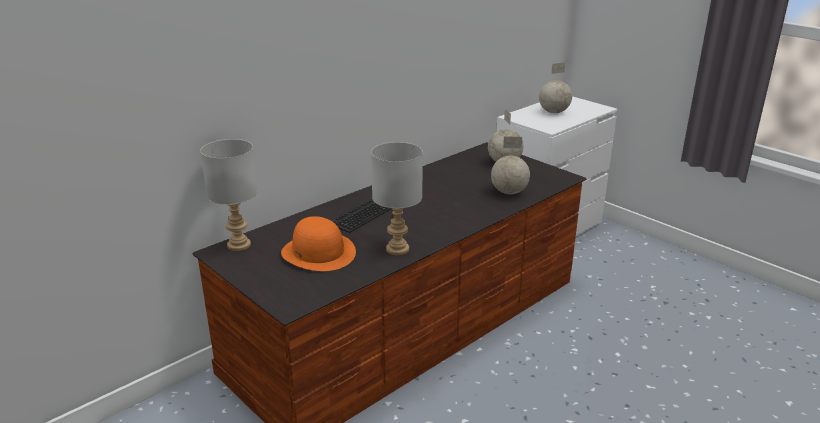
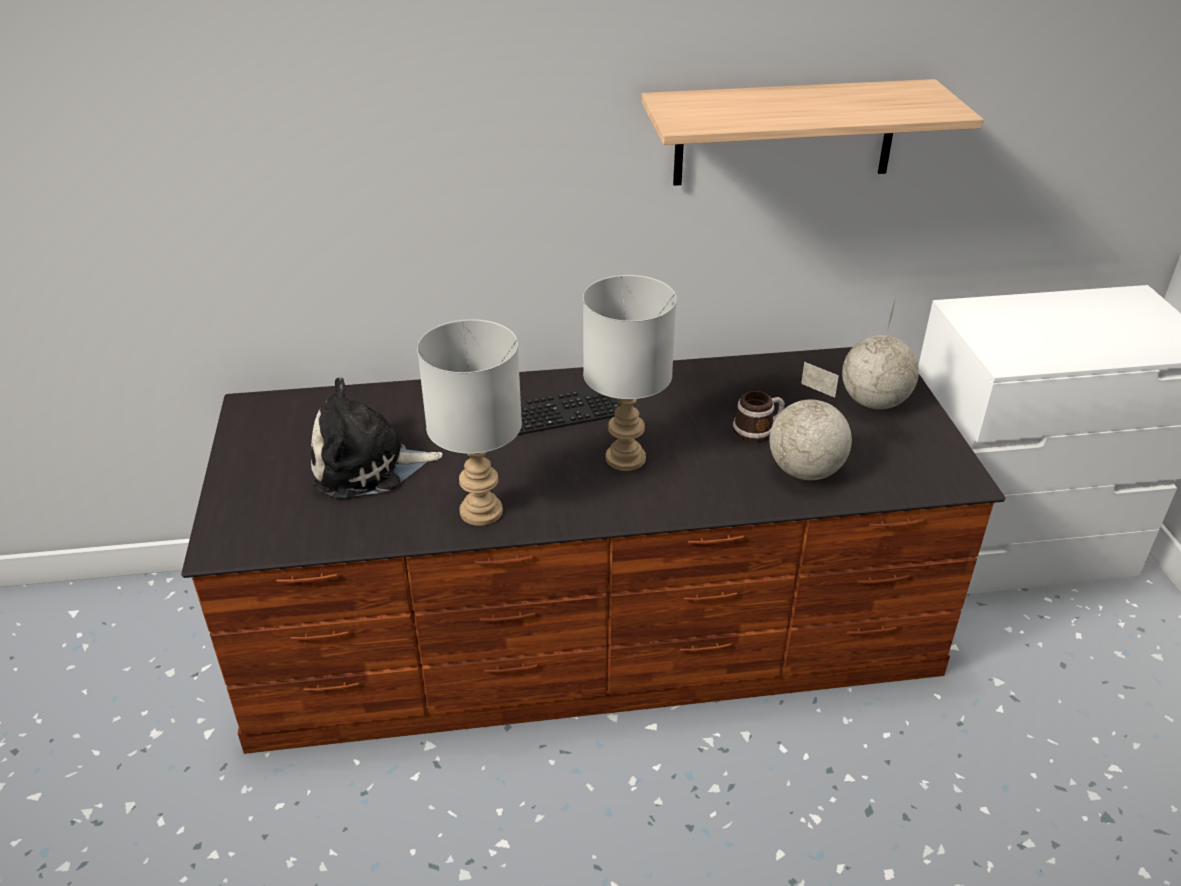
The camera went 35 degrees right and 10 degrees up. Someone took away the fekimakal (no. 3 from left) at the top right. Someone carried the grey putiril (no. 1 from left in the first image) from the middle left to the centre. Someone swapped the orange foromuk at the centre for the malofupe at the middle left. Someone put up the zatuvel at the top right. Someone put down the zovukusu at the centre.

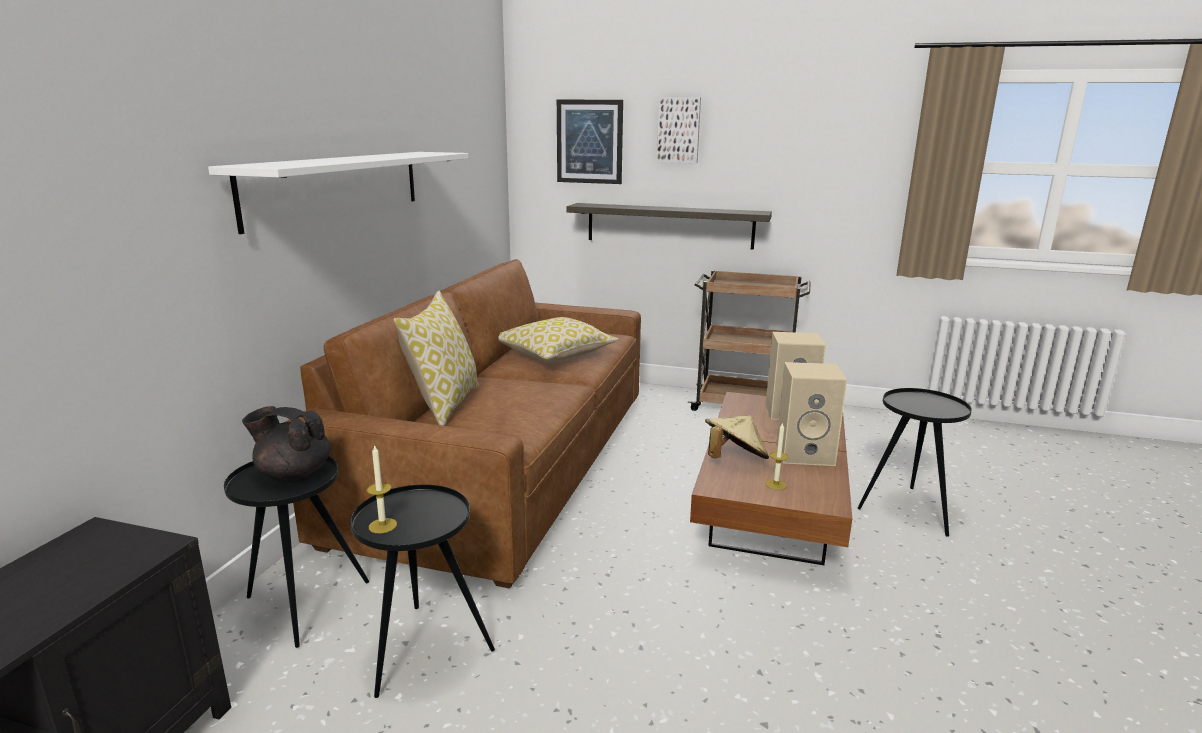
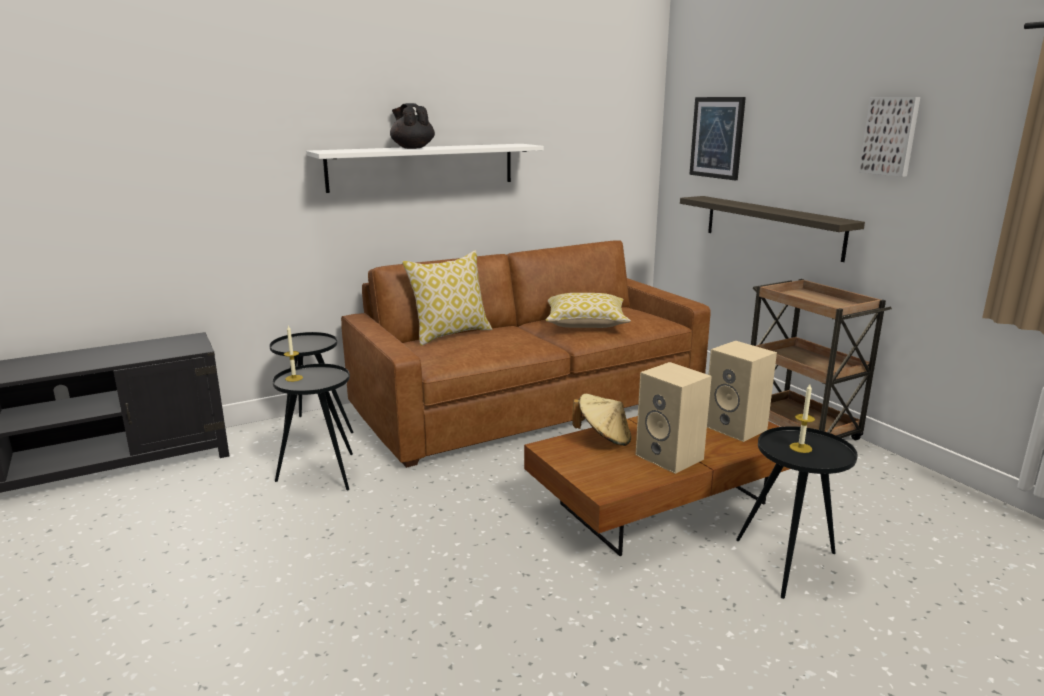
The camera went 45 degrees right and 0 degrees up. Someone carried the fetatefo (no. 2 from left) from the top centre to the top right. Someone carried the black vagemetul from the middle left to the top centre. Someone carried the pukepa (no. 2 from left) from the centre to the middle right.

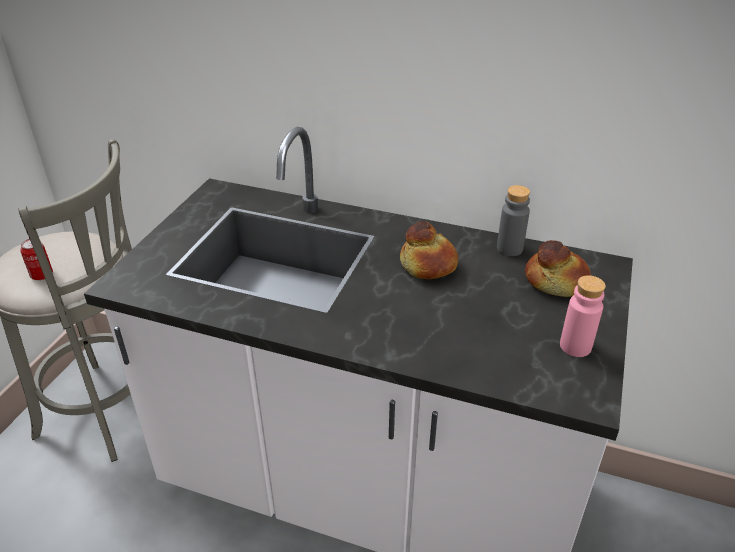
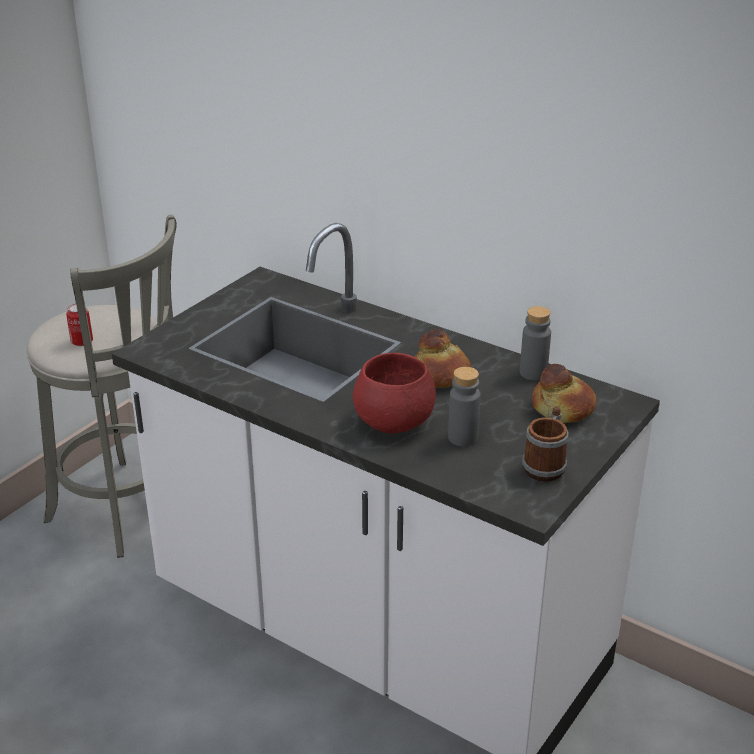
The camera went 15 degrees right and 5 degrees down. Someone swapped the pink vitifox at the middle right for the zovukusu at the middle right. Someone put down the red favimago at the centre. Someone put down the grey vitifox (no. 1 from left) at the centre.

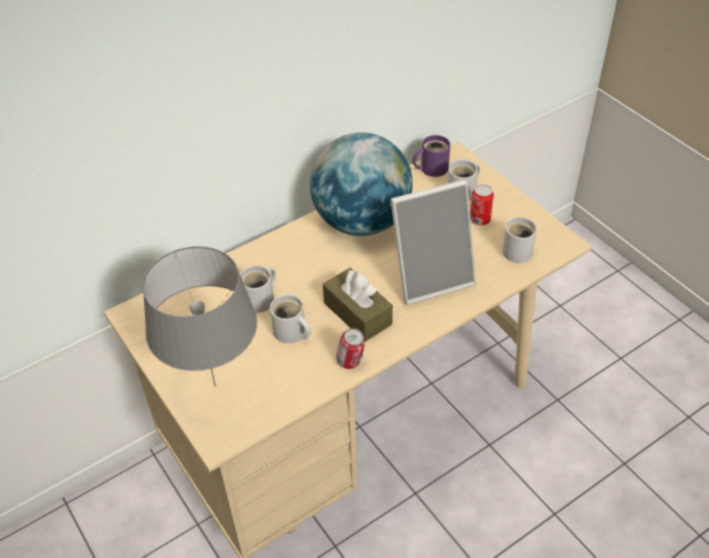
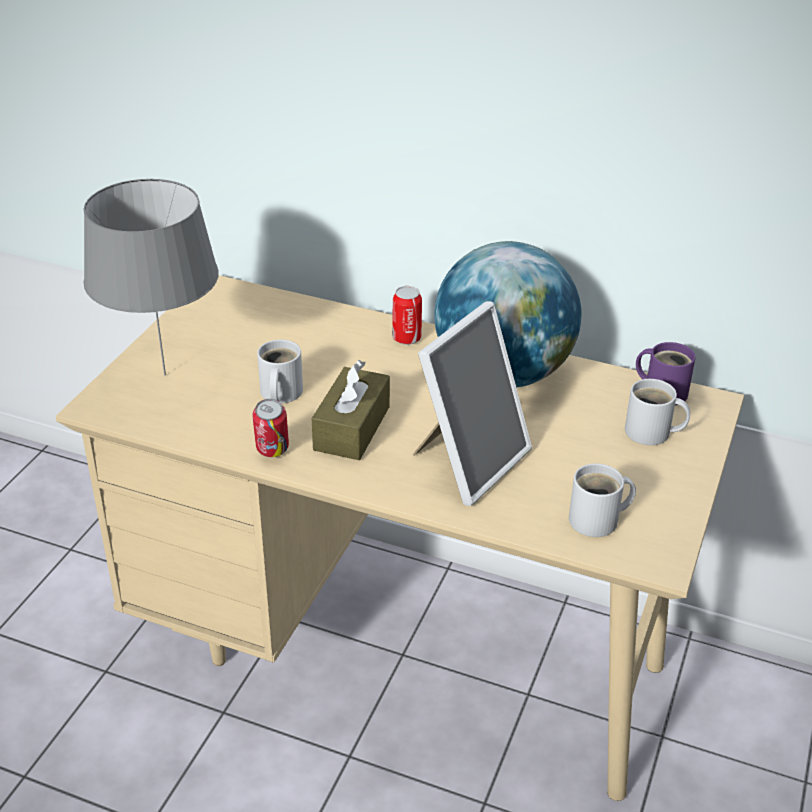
The camera went 55 degrees right and 10 degrees down. Someone rotated the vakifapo at the centre by 90 degrees counterclockwise. Someone carried the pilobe (no. 2 from left) from the middle right to the centre. Someone took away the white zovukusu (no. 1 from left) at the centre.

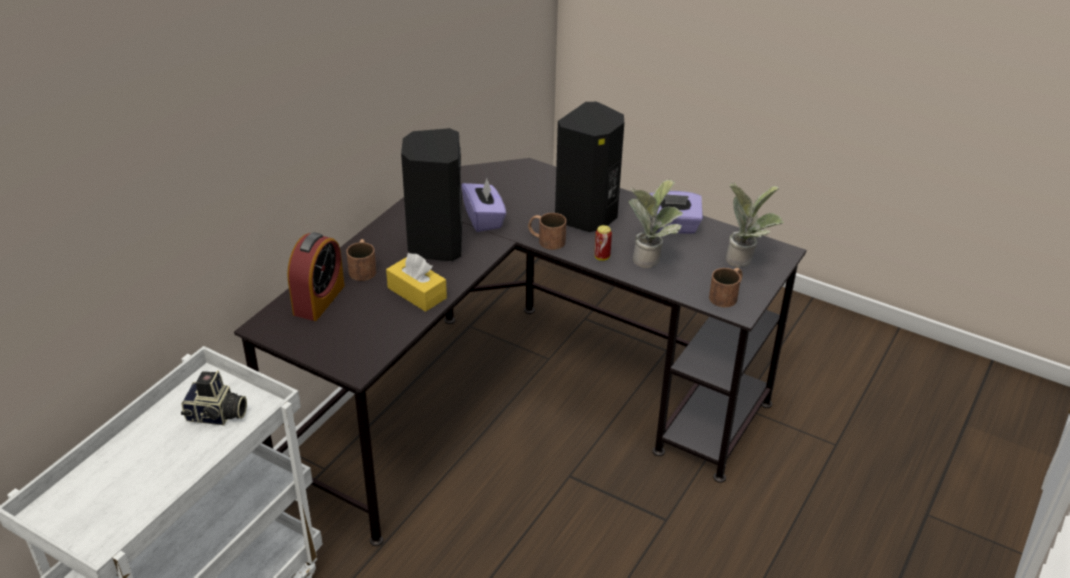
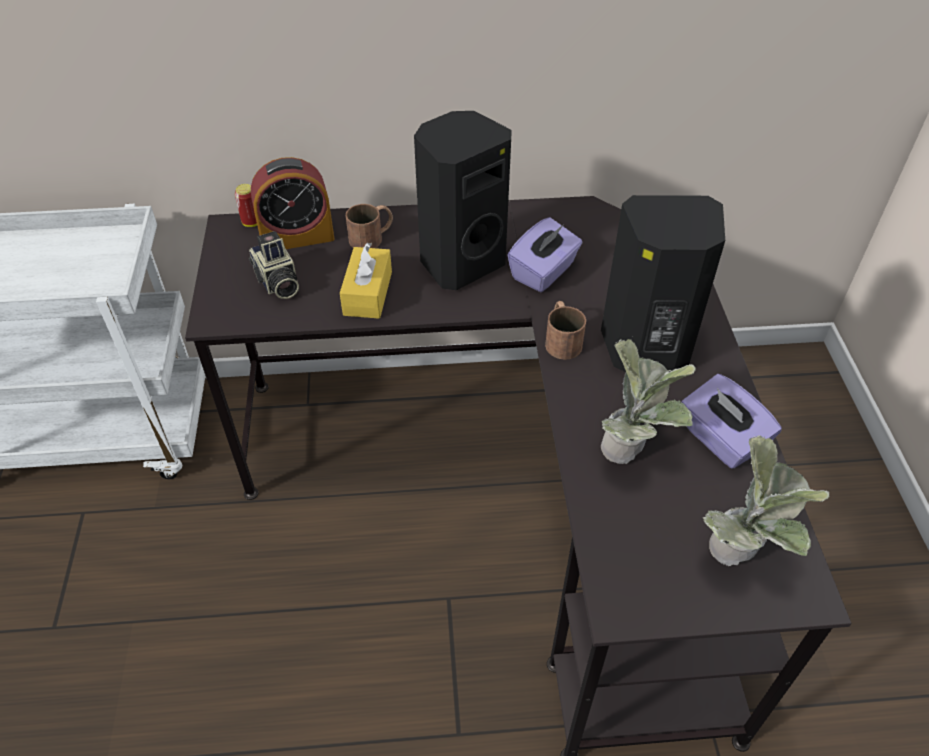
The camera went 55 degrees right and 10 degrees up. Someone carried the pilobe from the centre to the top left. Someone took away the brown zovukusu (no. 3 from left) at the middle right. Someone carried the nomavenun from the bottom left to the middle left.

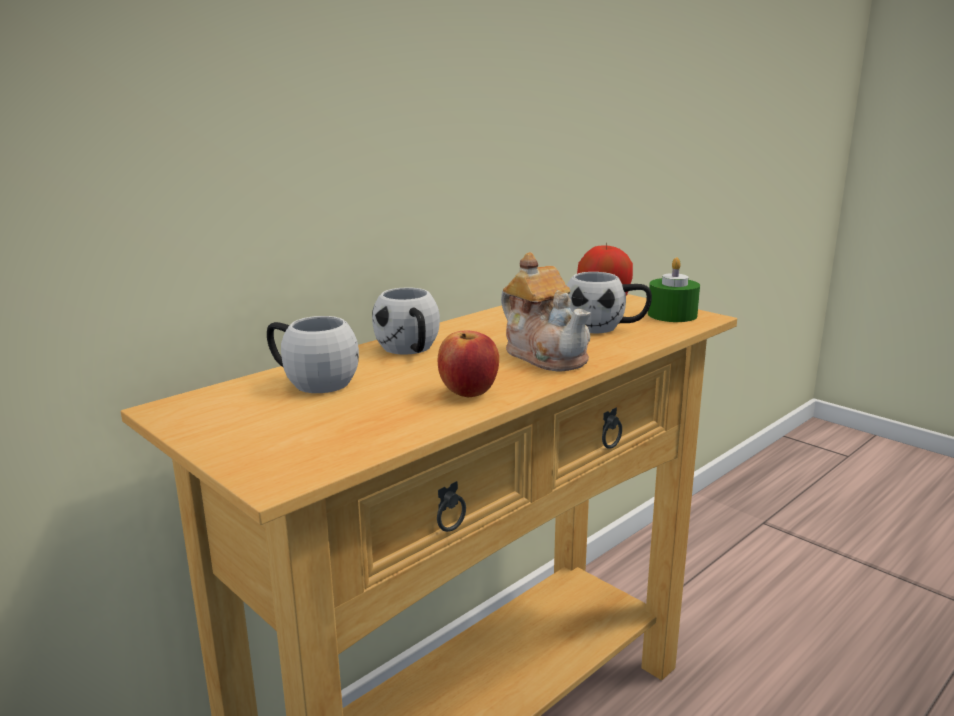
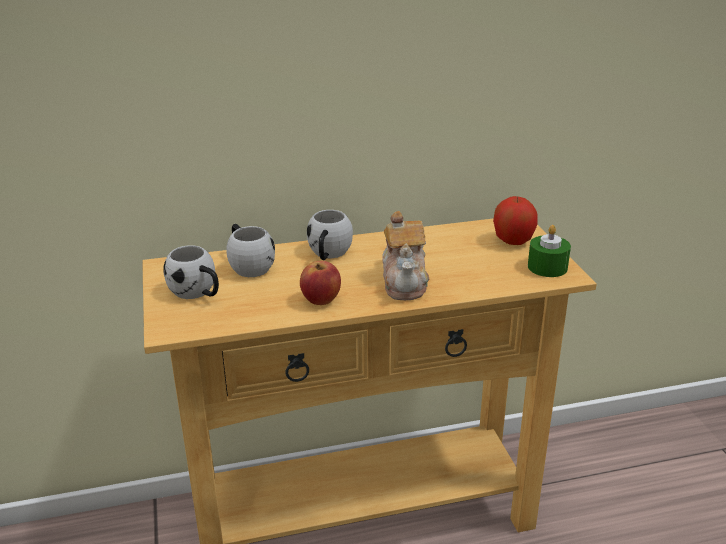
The camera went 30 degrees right and 10 degrees up. Someone carried the white zovukusu (no. 3 from left in the first image) from the centre to the middle left.

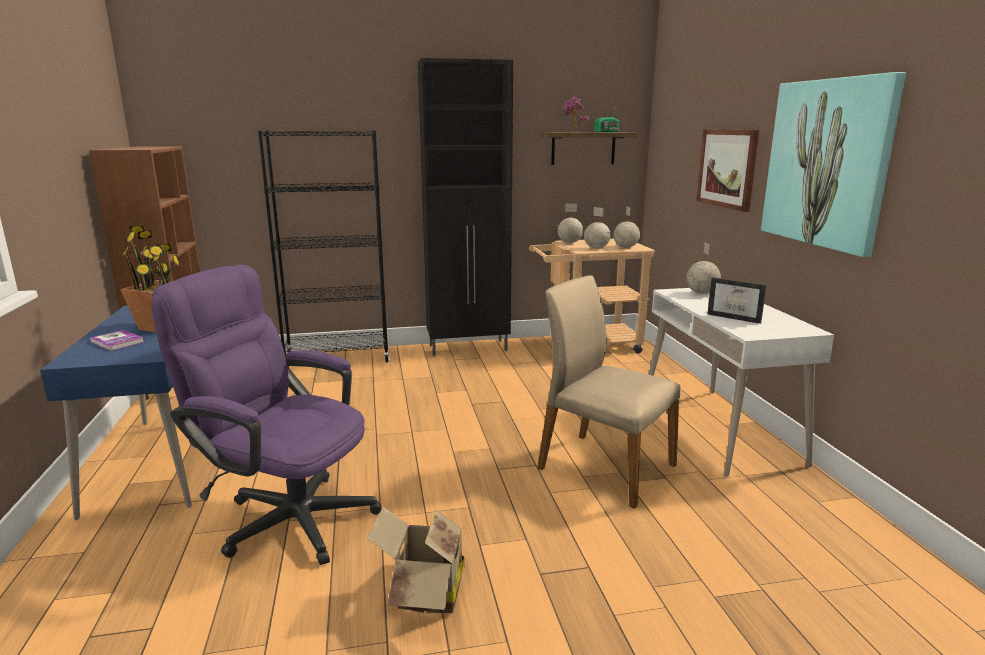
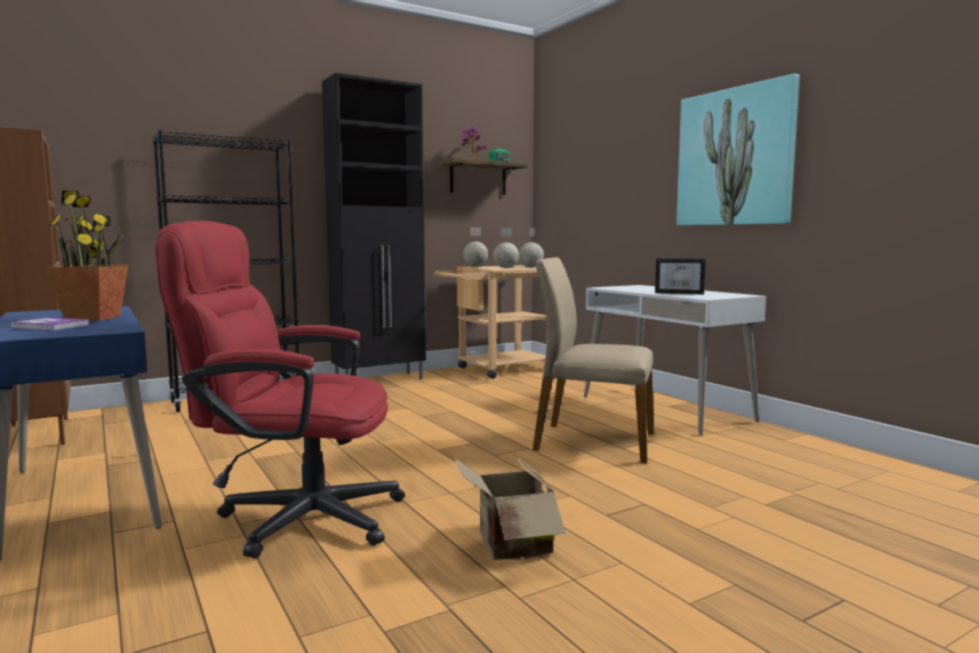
The camera went 20 degrees left and 10 degrees down. Someone took away the fetatefo (no. 1 from left) at the top right. Someone took away the fekimakal (no. 4 from left) at the middle right. Someone repainted the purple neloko at the middle left, which became the red neloko at the middle left.

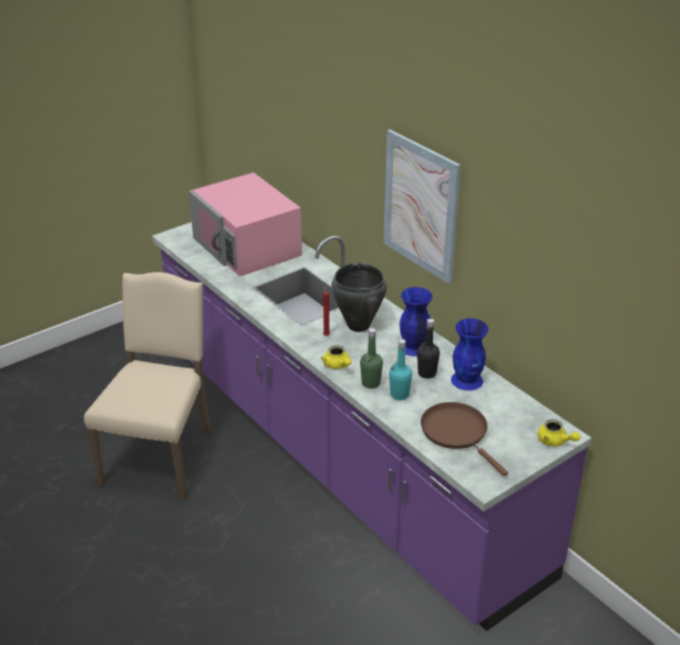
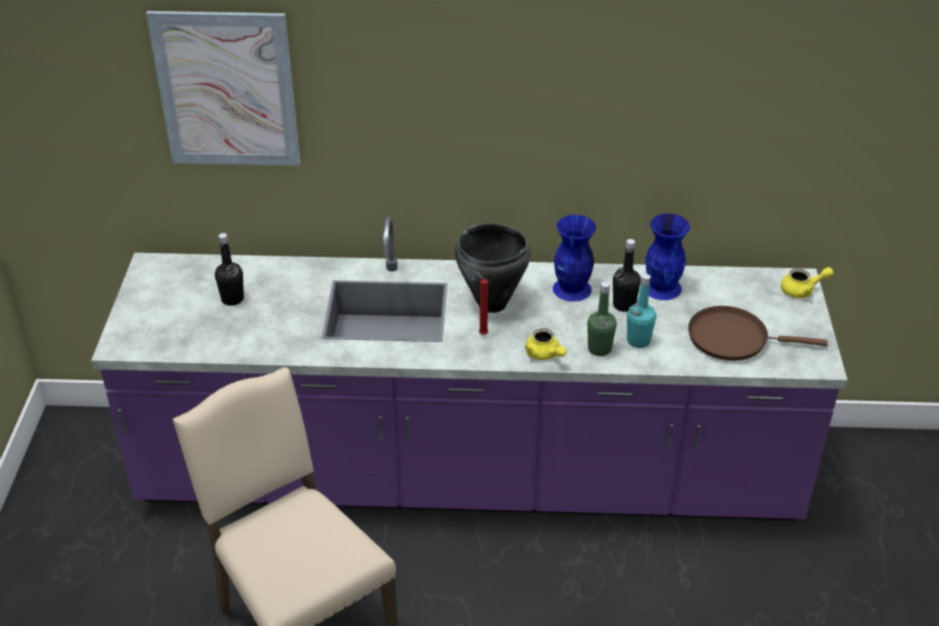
The camera went 50 degrees left and 5 degrees up. Someone carried the fetatefo from the top centre to the top left. Someone swapped the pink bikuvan at the centre for the black vitifox (no. 1 from left) at the middle left. Someone rotated the yellow vagemetul (no. 1 from left) at the centre by 45 degrees clockwise.

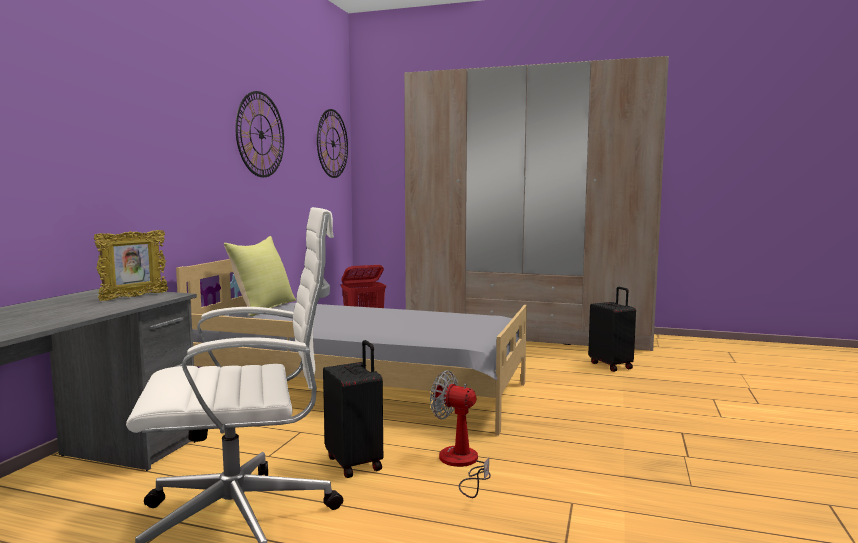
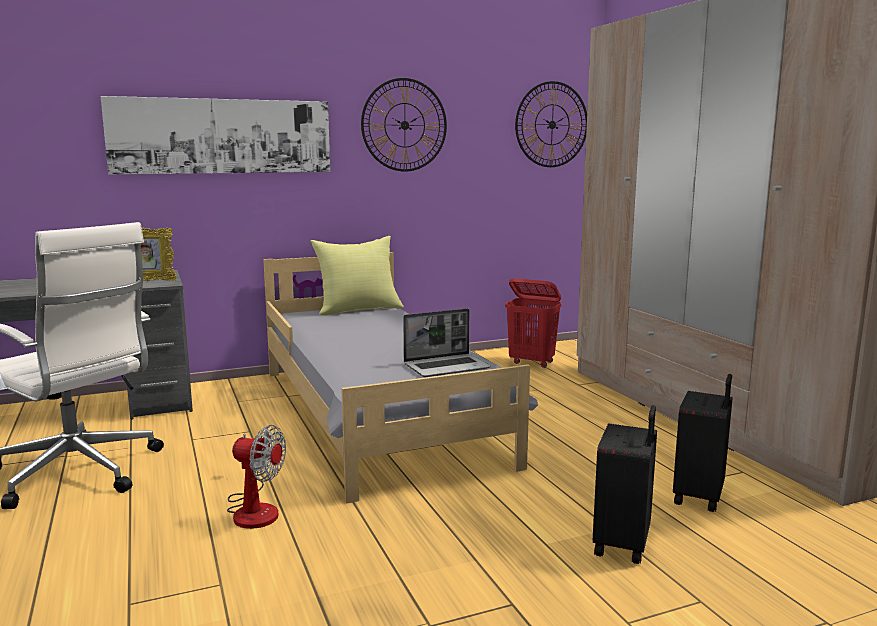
The camera went 50 degrees right and 5 degrees up. Someone carried the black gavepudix (no. 1 from left) from the bottom centre to the bottom right. Someone rotated the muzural at the bottom centre by 120 degrees clockwise. Someone put up the fetatefo at the top left. Someone put down the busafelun at the centre.

